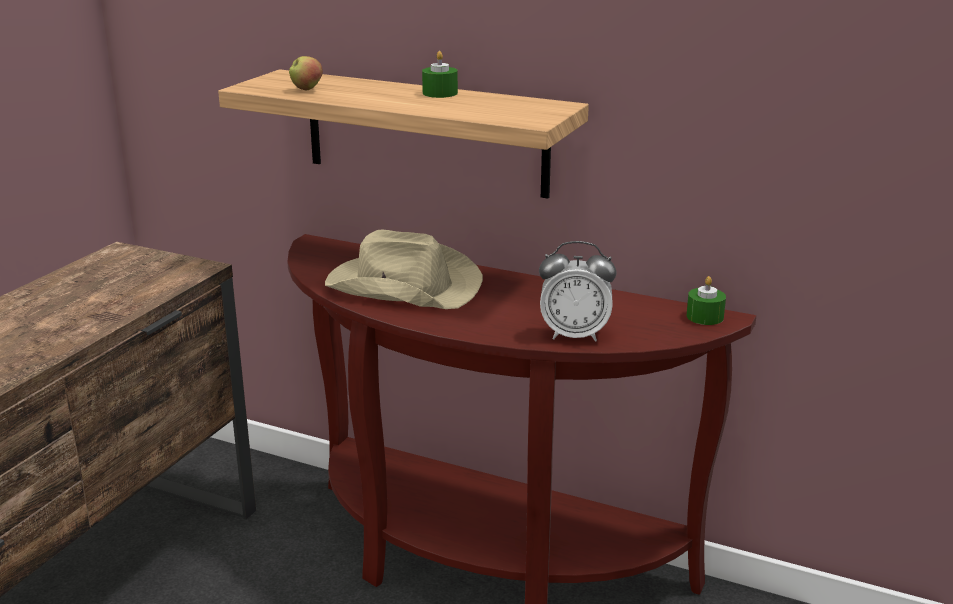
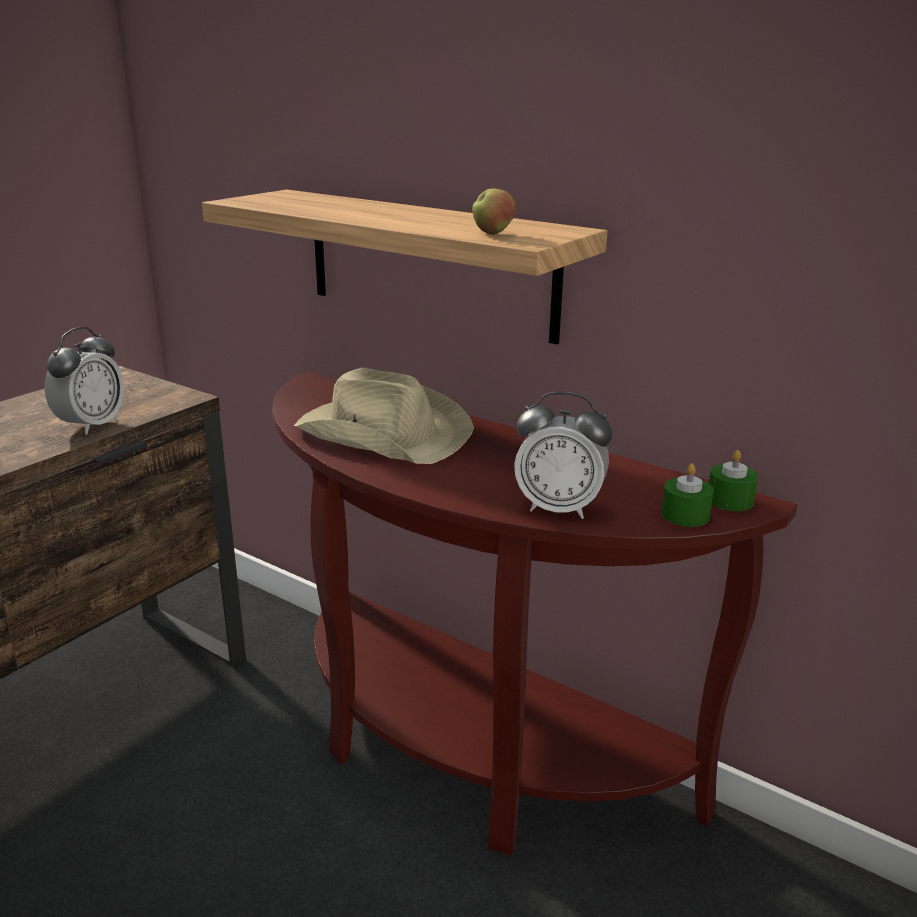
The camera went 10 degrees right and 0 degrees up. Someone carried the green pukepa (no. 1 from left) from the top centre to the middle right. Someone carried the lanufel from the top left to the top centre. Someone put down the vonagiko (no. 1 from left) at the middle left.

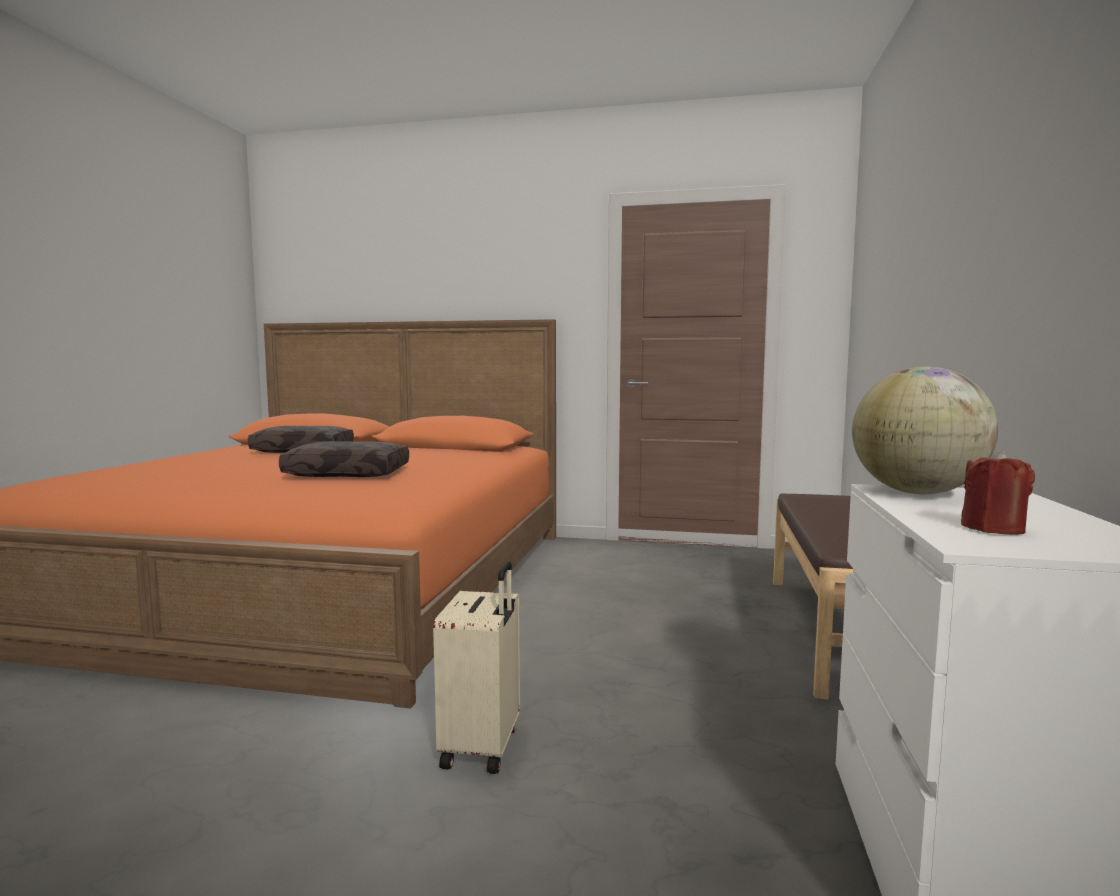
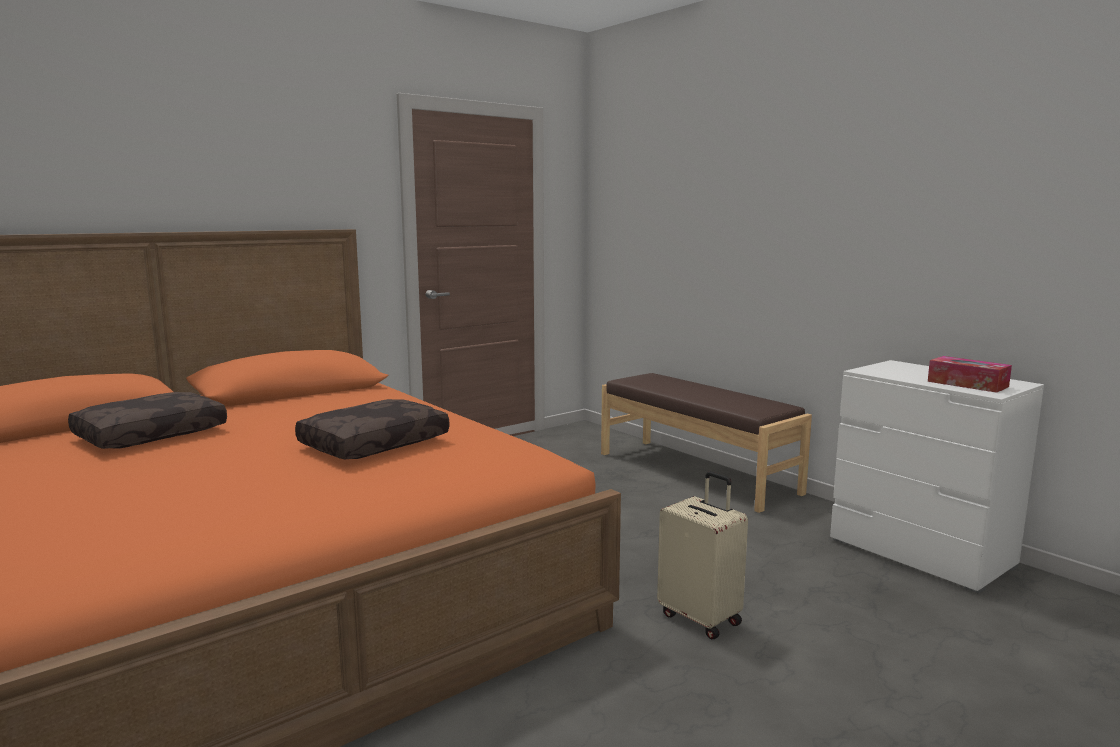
The camera went 50 degrees left and 5 degrees up. Someone took away the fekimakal at the middle right. Someone swapped the red pukepa at the middle right for the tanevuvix at the middle right.

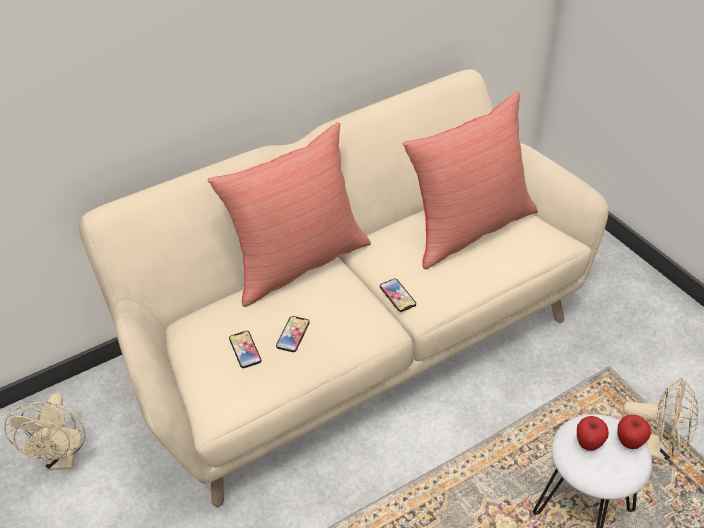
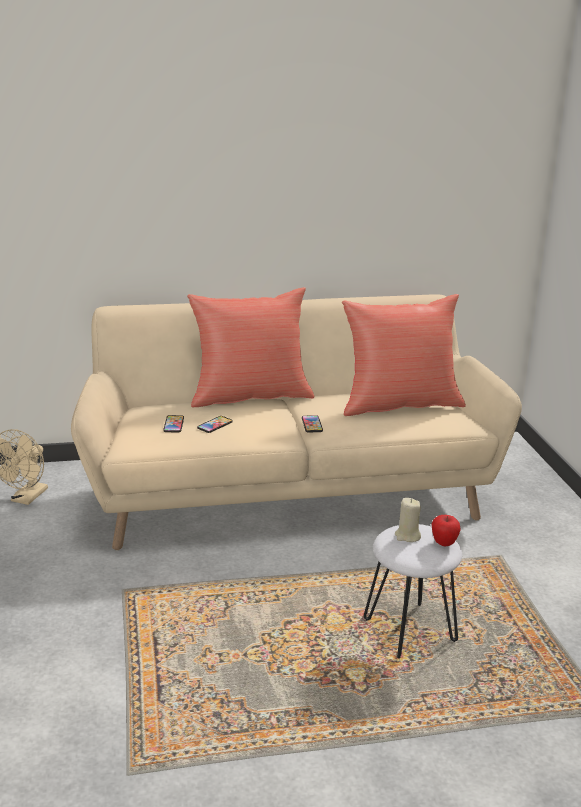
The camera went 20 degrees right and 20 degrees down. Someone took away the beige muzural (no. 2 from left) at the bottom right. Someone swapped the lanufel (no. 1 from left) at the bottom right for the beige pukepa at the middle right.

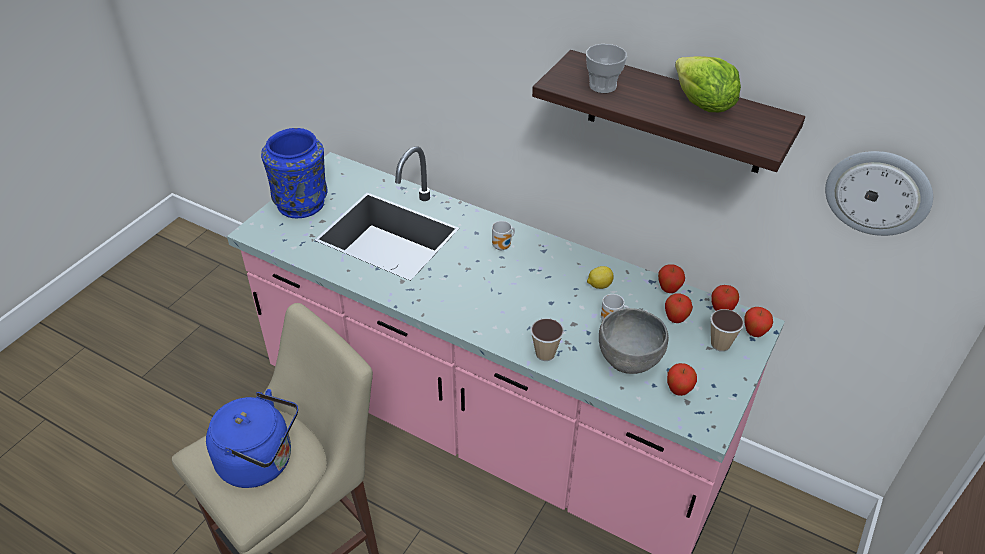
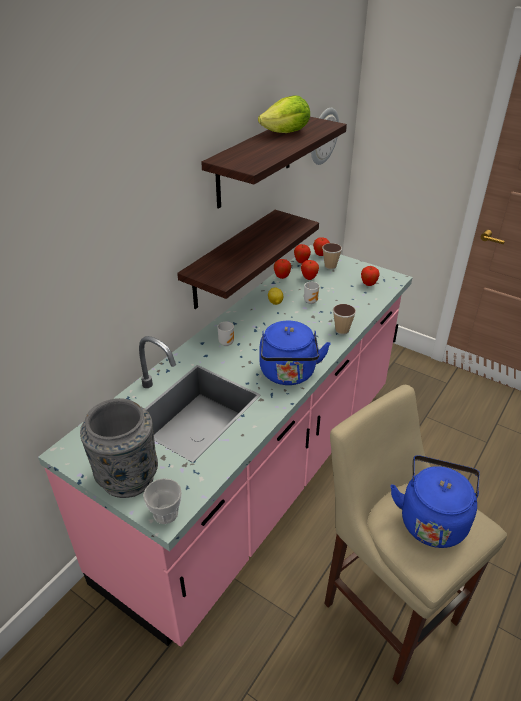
The camera went 85 degrees left and 5 degrees down. Someone carried the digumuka (no. 2 from left in the first image) from the top centre to the bottom left. Someone repainted the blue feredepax at the top left, which became the grey feredepax at the middle left. Someone took away the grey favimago at the centre. Someone put up the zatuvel (no. 1 from left) at the centre. Someone put down the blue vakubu (no. 1 from left) at the centre.

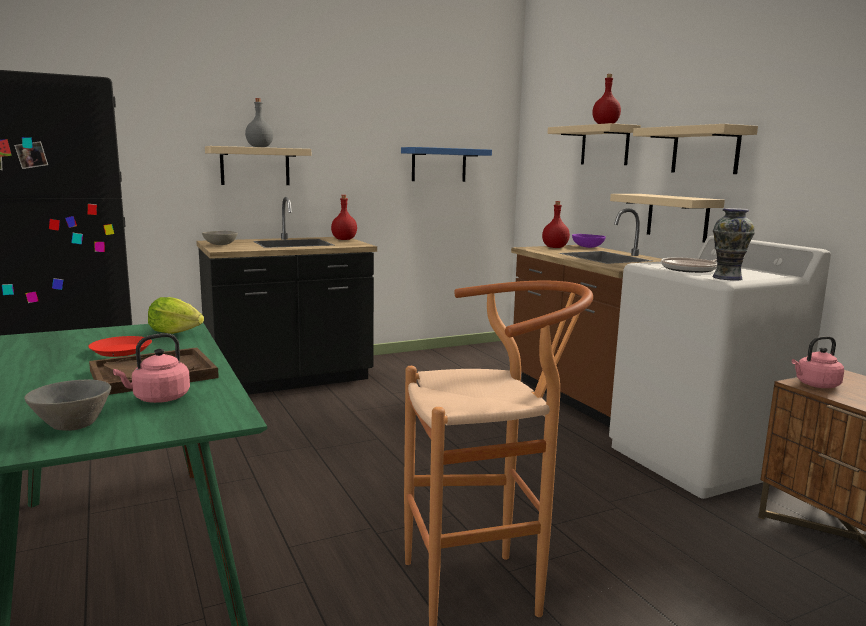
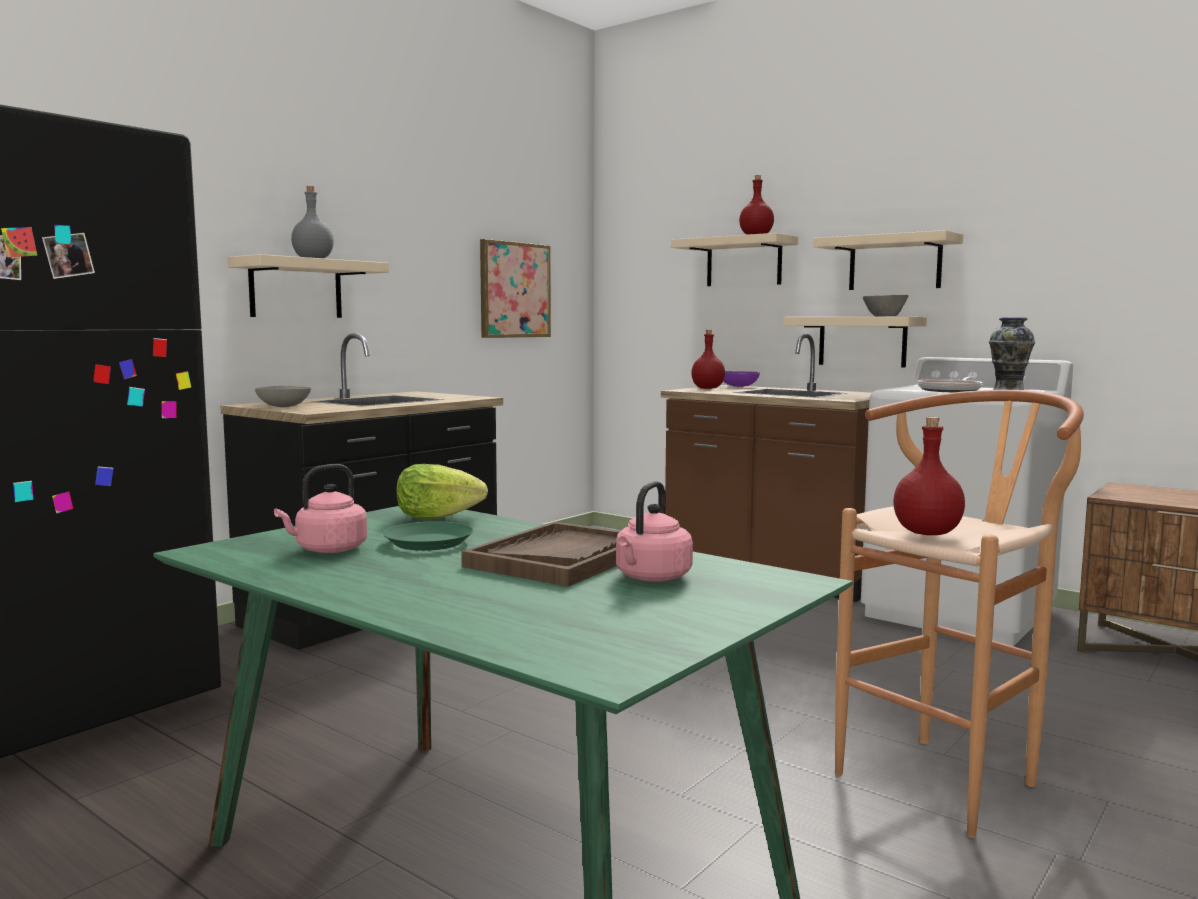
The camera went 25 degrees left and 5 degrees down. Someone swapped the blue zatuvel at the top centre for the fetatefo at the top centre. Someone carried the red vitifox (no. 1 from left in the first image) from the centre to the middle right. Someone repainted the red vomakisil at the middle left, which became the green vomakisil at the centre. Someone carried the pink vakubu (no. 2 from left in the first image) from the middle right to the middle left. Someone carried the grey favimago (no. 1 from left in the first image) from the middle left to the middle right.

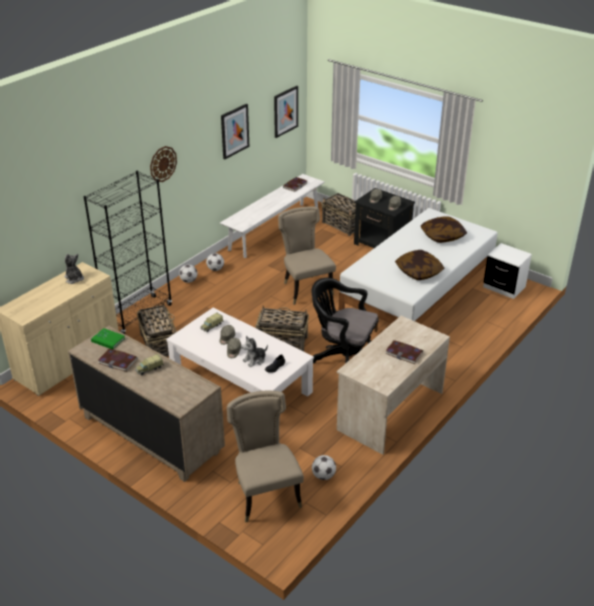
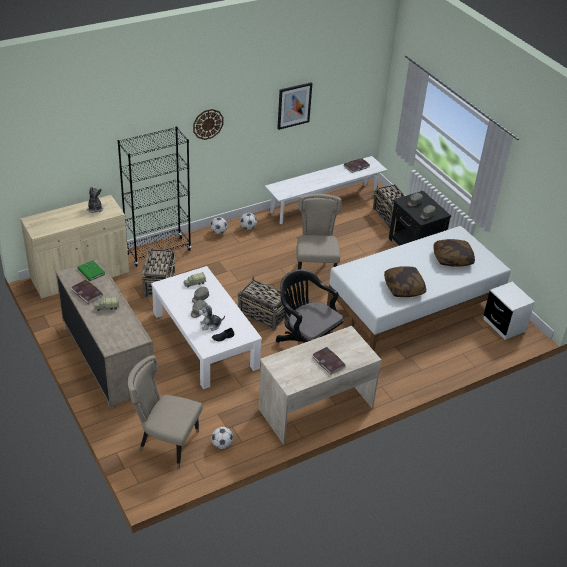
The camera went 20 degrees right and 5 degrees up. Someone took away the fetatefo (no. 2 from left) at the top centre. Someone rotated the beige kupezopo (no. 1 from left) at the bottom centre by 75 degrees counterclockwise.

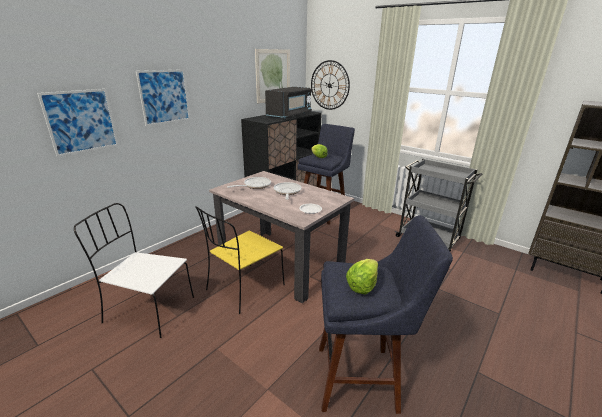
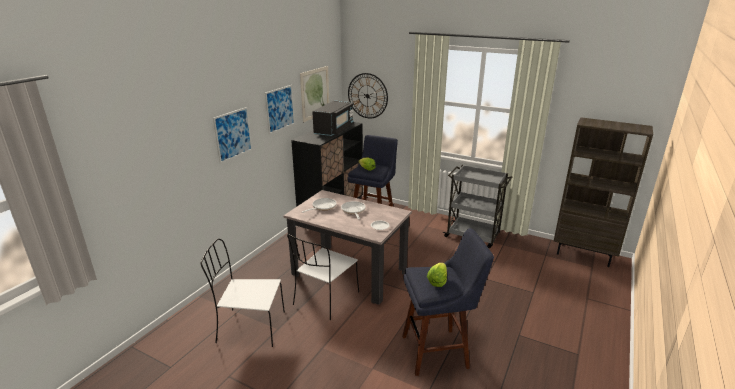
The camera went 10 degrees left and 0 degrees up. Someone carried the fetatefo (no. 1 from left in the first image) from the top left to the top centre. Someone repainted the yellow kupezopo at the centre, which became the white kupezopo (no. 2 from left) at the bottom centre.

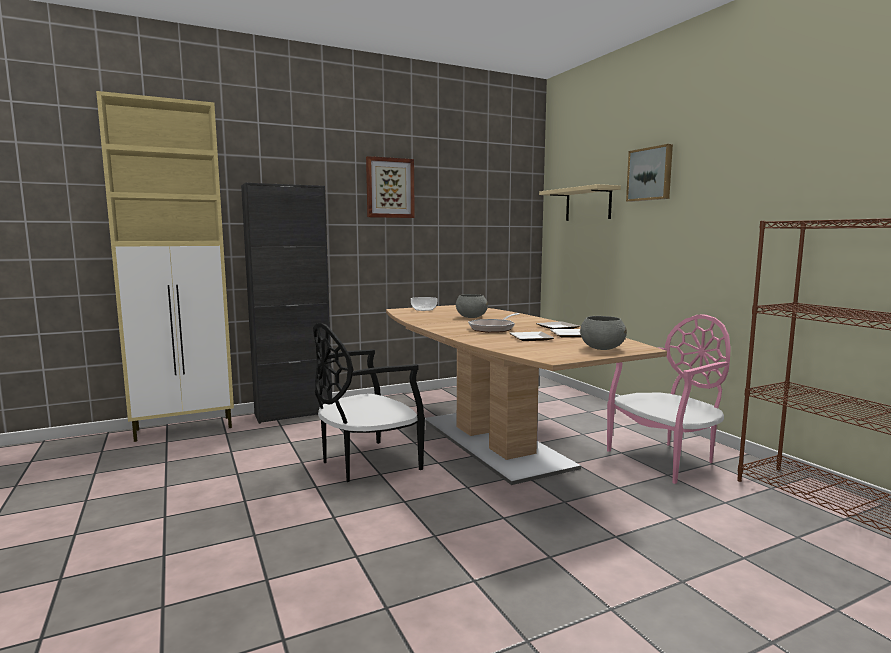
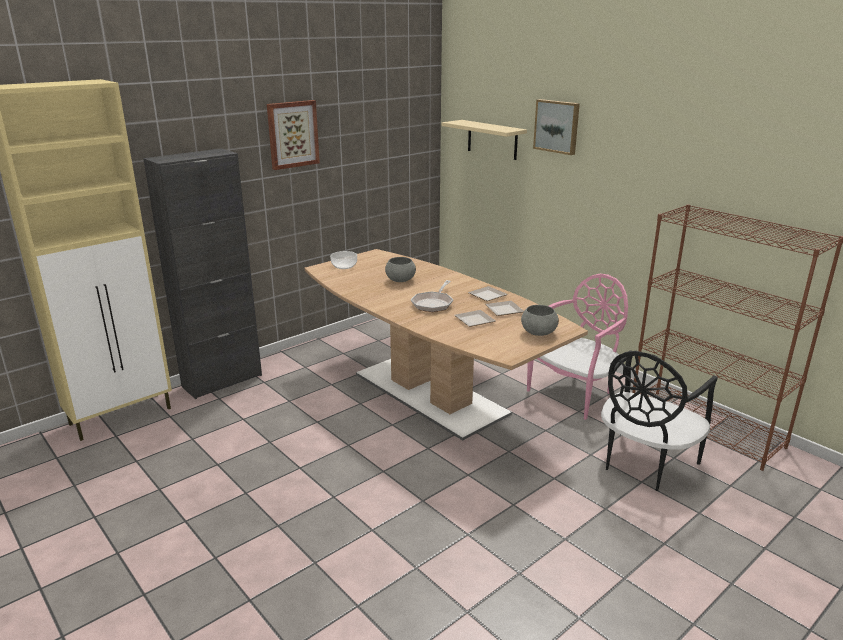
The camera went 15 degrees left and 15 degrees up. Someone carried the black kupezopo from the centre to the middle right.

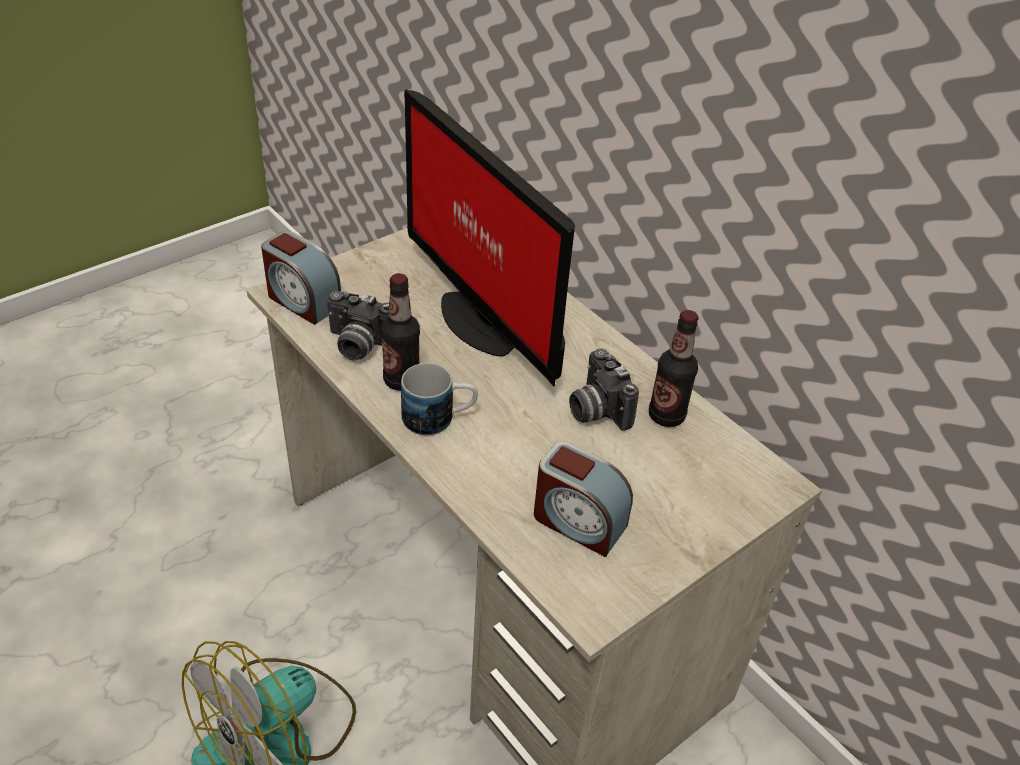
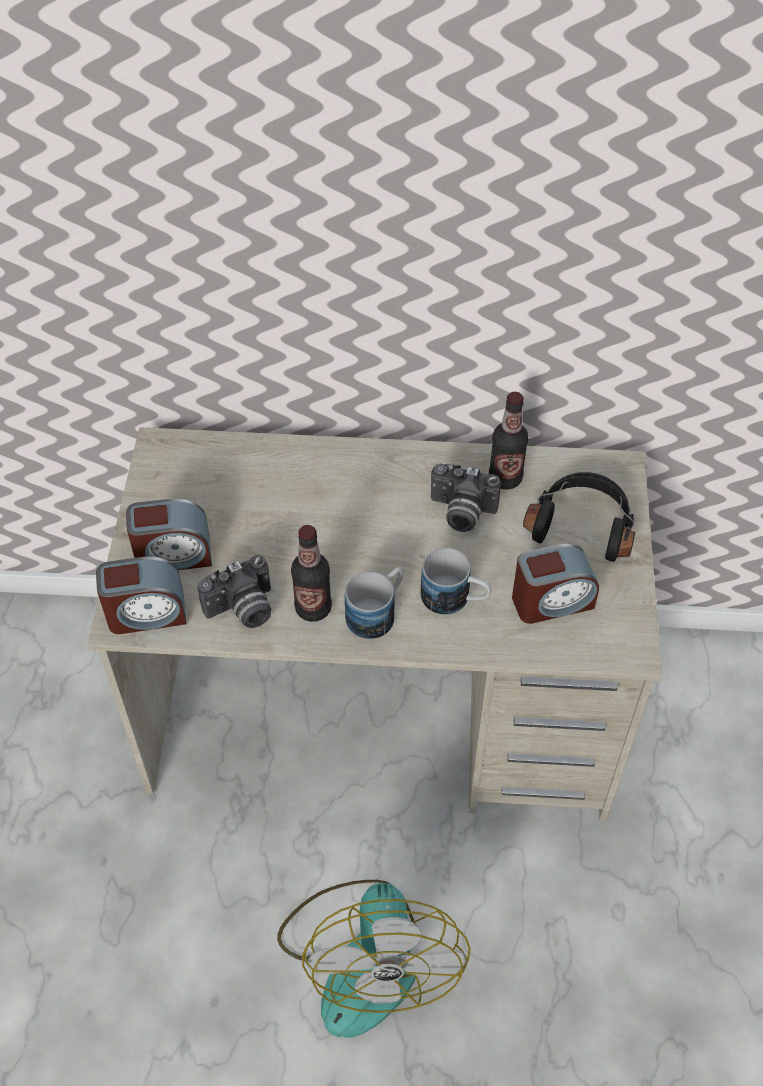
The camera went 45 degrees left and 10 degrees up. Someone took away the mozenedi at the top centre. Someone put down the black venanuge at the middle right. Someone put down the vonagiko (no. 2 from left) at the middle left. Someone put down the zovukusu (no. 2 from left) at the centre.

